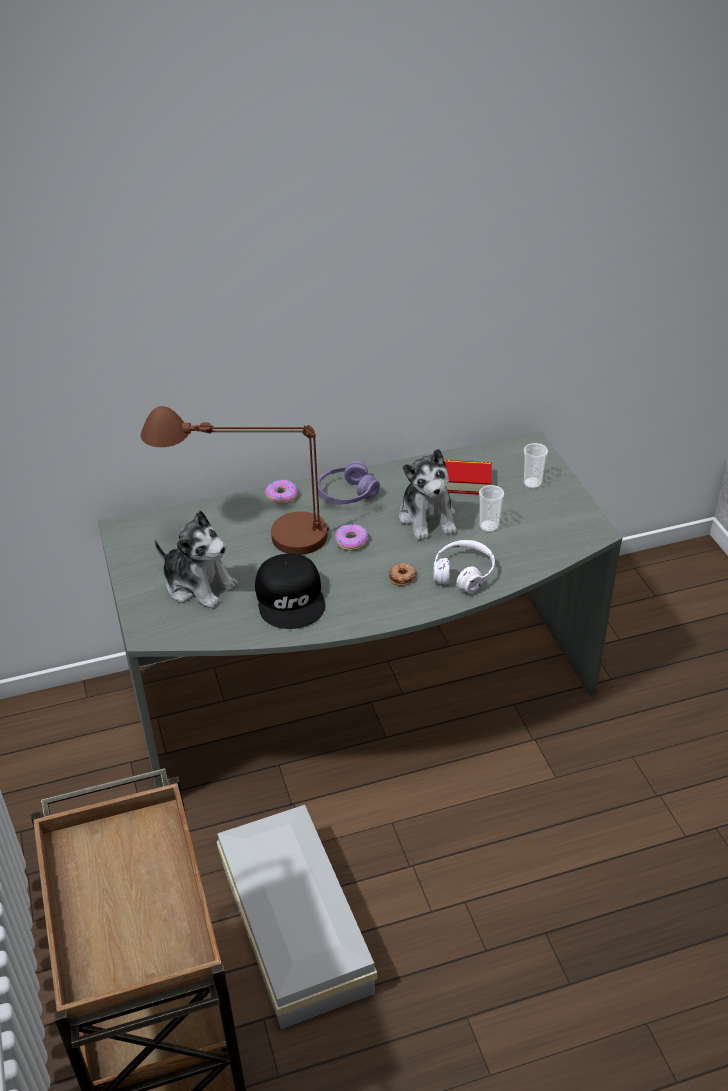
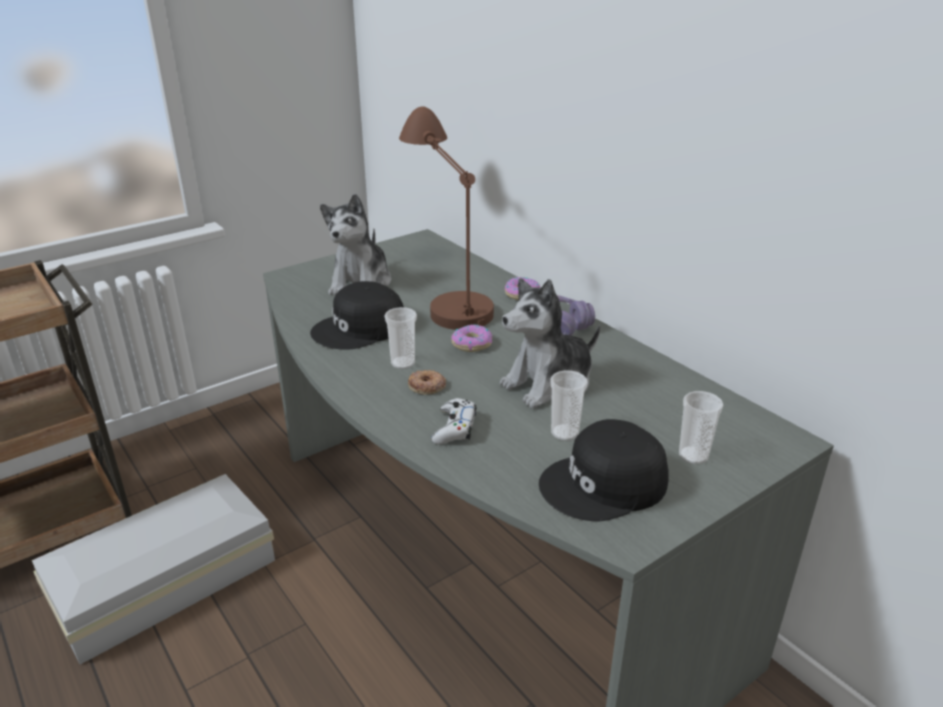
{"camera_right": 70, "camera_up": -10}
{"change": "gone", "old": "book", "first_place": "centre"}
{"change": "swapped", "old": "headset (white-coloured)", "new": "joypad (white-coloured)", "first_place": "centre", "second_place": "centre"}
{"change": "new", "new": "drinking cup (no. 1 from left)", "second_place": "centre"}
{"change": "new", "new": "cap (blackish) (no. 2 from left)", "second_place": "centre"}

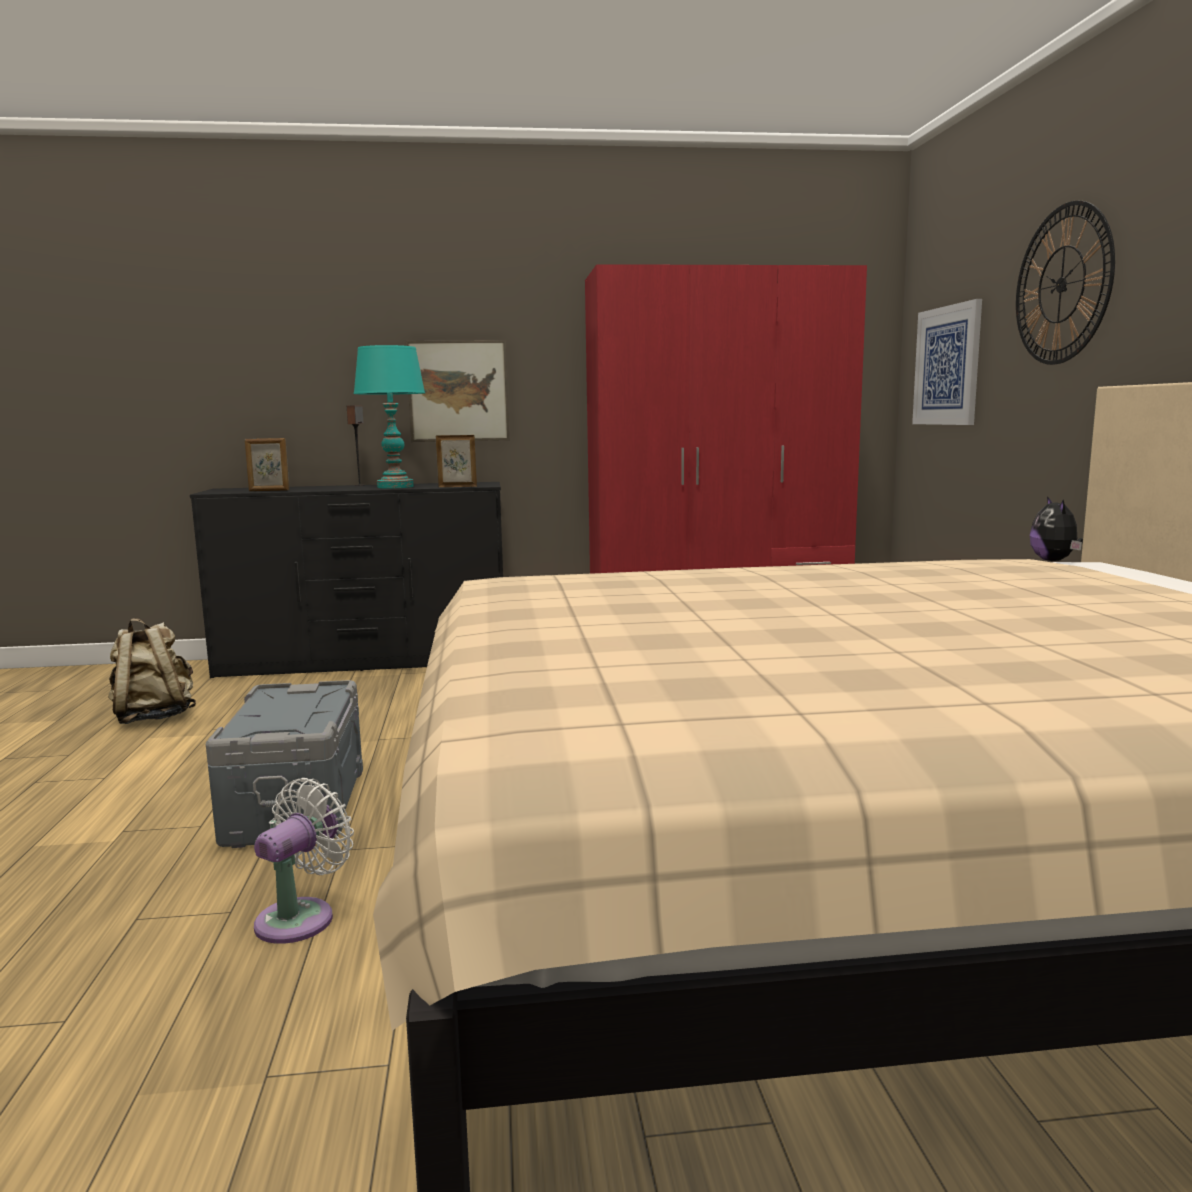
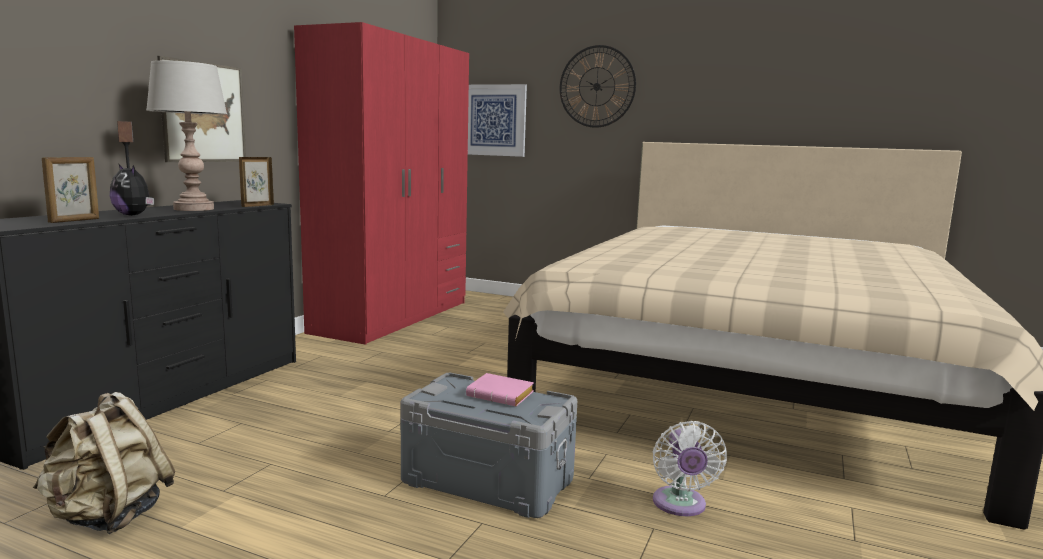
{"camera_right": -60, "camera_up": 0}
{"change": "repainted", "old": "table lamp (turquoise)", "new": "table lamp (gray)", "first_place": "middle left", "second_place": "top left"}
{"change": "shifted", "old": "cuddly toy", "first_place": "middle right", "second_place": "middle left"}
{"change": "rotated", "old": "electric fan (white-coloured)", "first_place": "bottom left", "second_place": "bottom centre", "degrees": -150}
{"change": "new", "new": "book (pink-coloured)", "second_place": "bottom centre"}

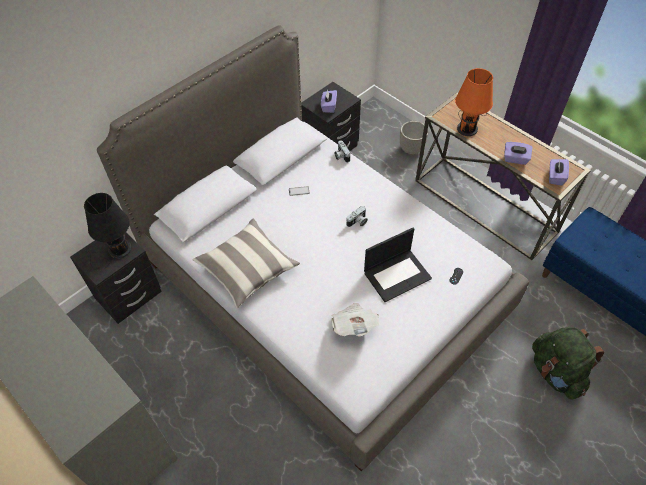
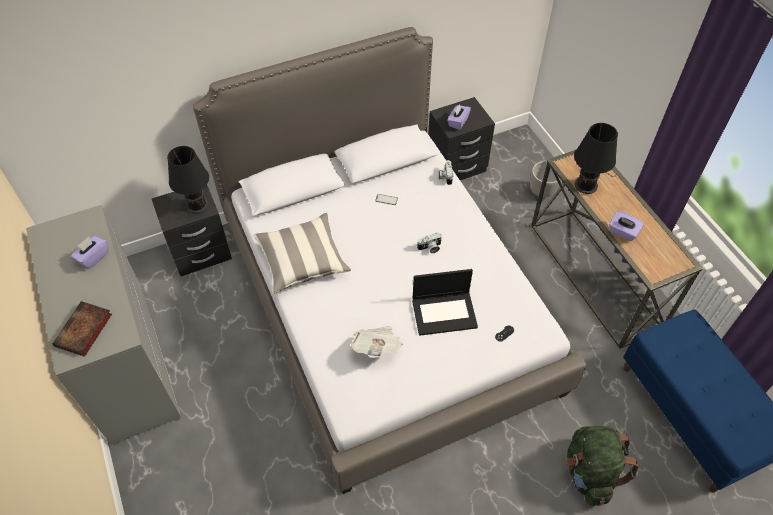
{"camera_right": 20, "camera_up": 0}
{"change": "repainted", "old": "table lamp (orange-coloured)", "new": "table lamp (blackish) (no. 2 from left)", "first_place": "top right", "second_place": "top right"}
{"change": "shifted", "old": "tissue holder (purplish) (no. 3 from left in the first image)", "new": "tissue holder (purplish) (no. 1 from left)", "first_place": "middle right", "second_place": "middle left"}
{"change": "new", "new": "book", "second_place": "middle left"}

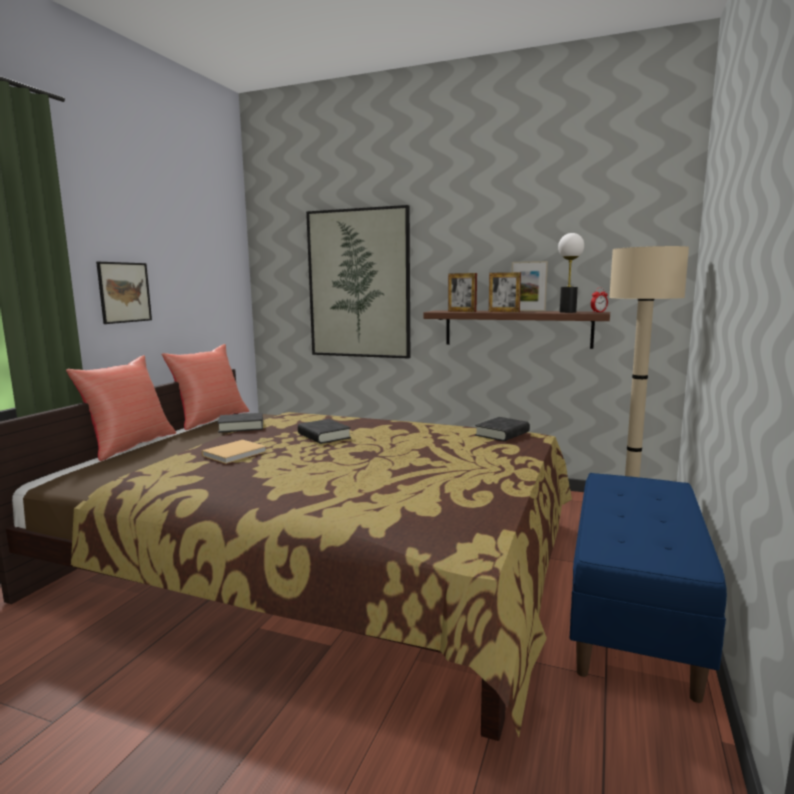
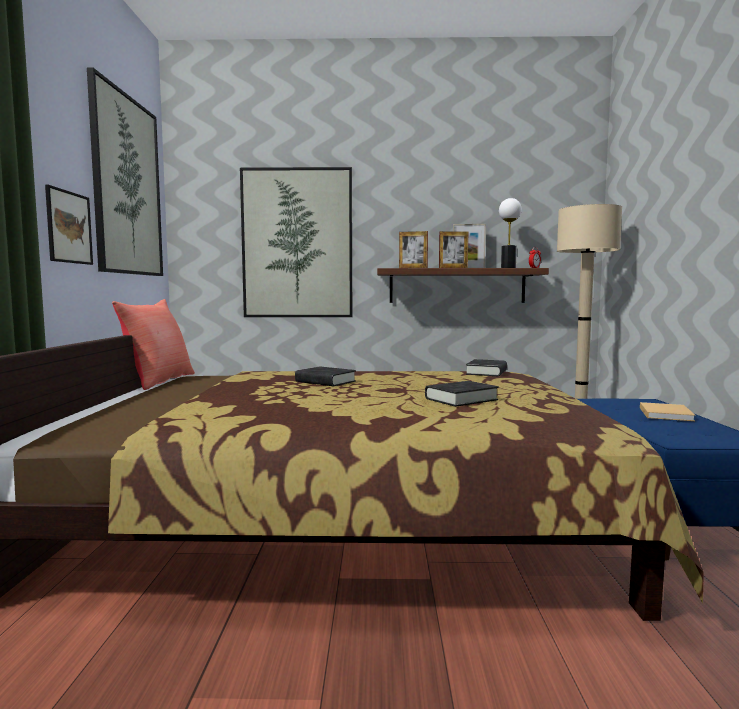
{"camera_right": -20, "camera_up": -5}
{"change": "gone", "old": "throw pillow (red-coloured) (no. 1 from left)", "first_place": "middle left"}
{"change": "shifted", "old": "book (blackish) (no. 1 from left in the first image)", "new": "book (blackish) (no. 2 from left)", "first_place": "middle left", "second_place": "centre"}
{"change": "shifted", "old": "book (beige)", "first_place": "middle left", "second_place": "middle right"}
{"change": "new", "new": "wall art (no. 2 from left)", "second_place": "top left"}

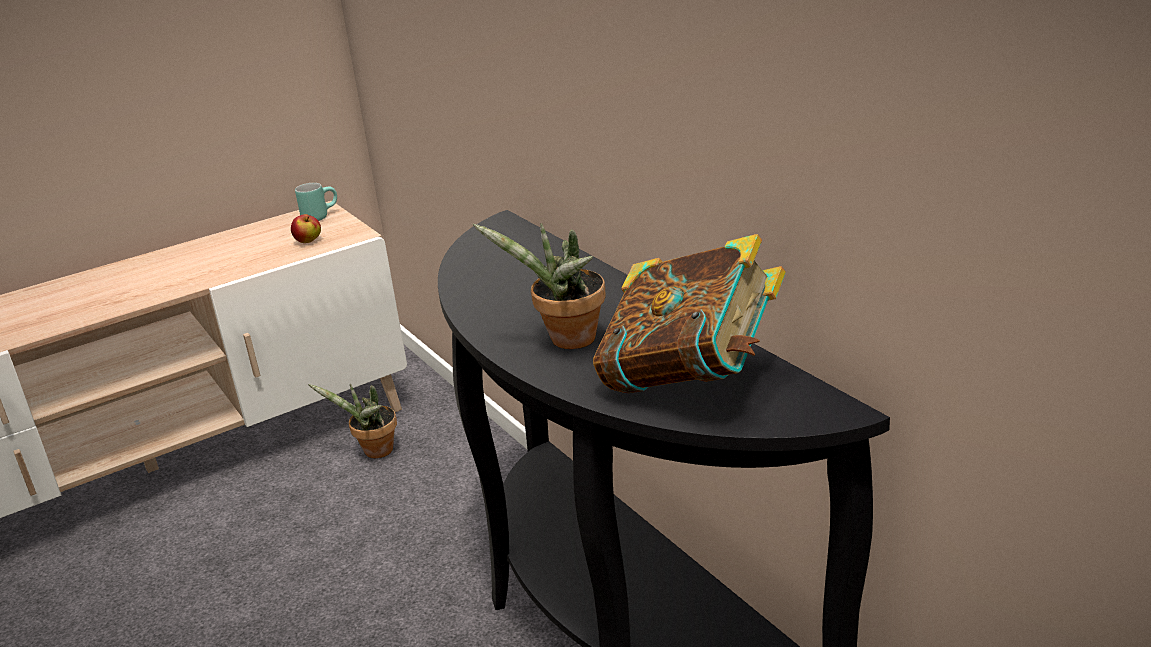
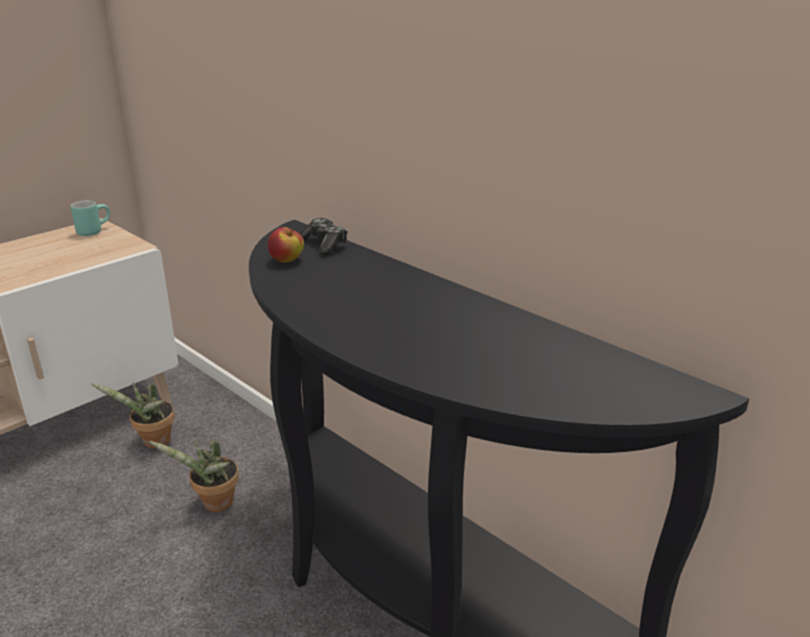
{"camera_right": -15, "camera_up": 0}
{"change": "shifted", "old": "apple", "first_place": "middle left", "second_place": "centre"}
{"change": "shifted", "old": "potted plant (no. 2 from left)", "first_place": "centre", "second_place": "bottom left"}
{"change": "gone", "old": "book", "first_place": "centre"}
{"change": "new", "new": "joypad", "second_place": "centre"}

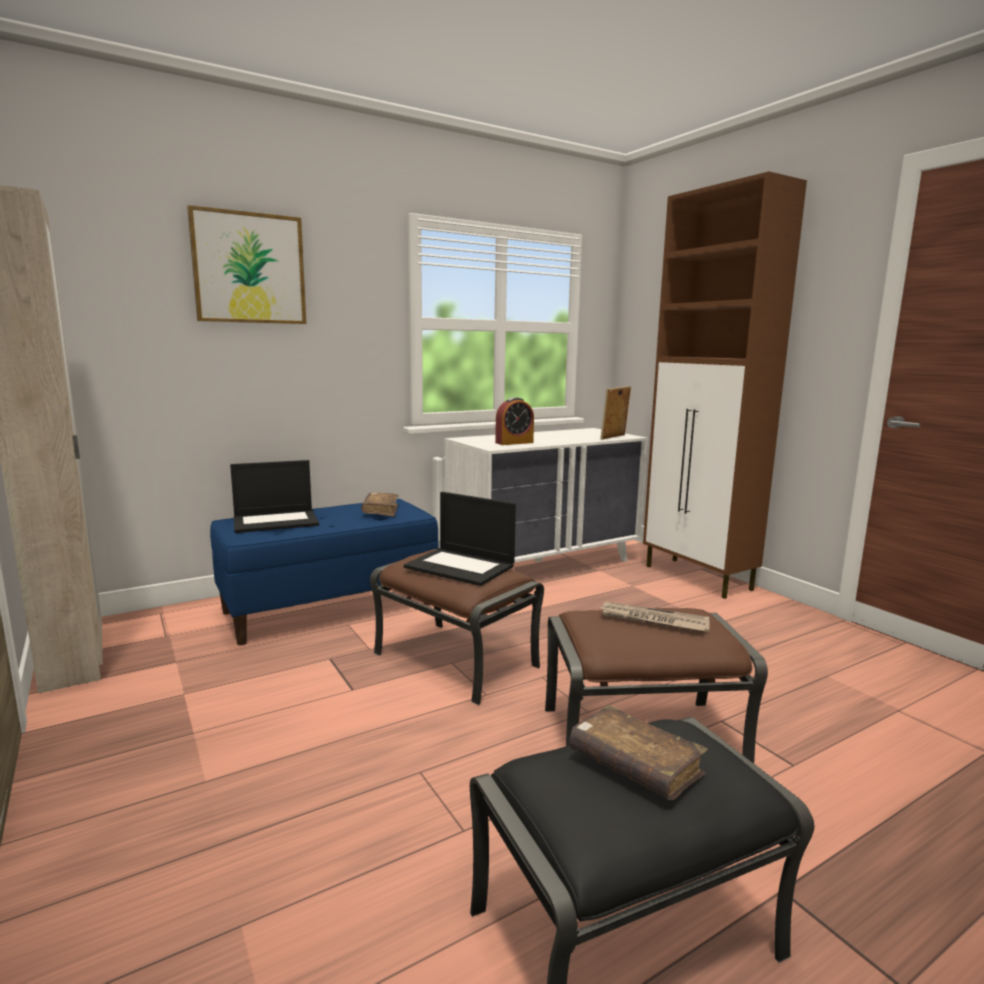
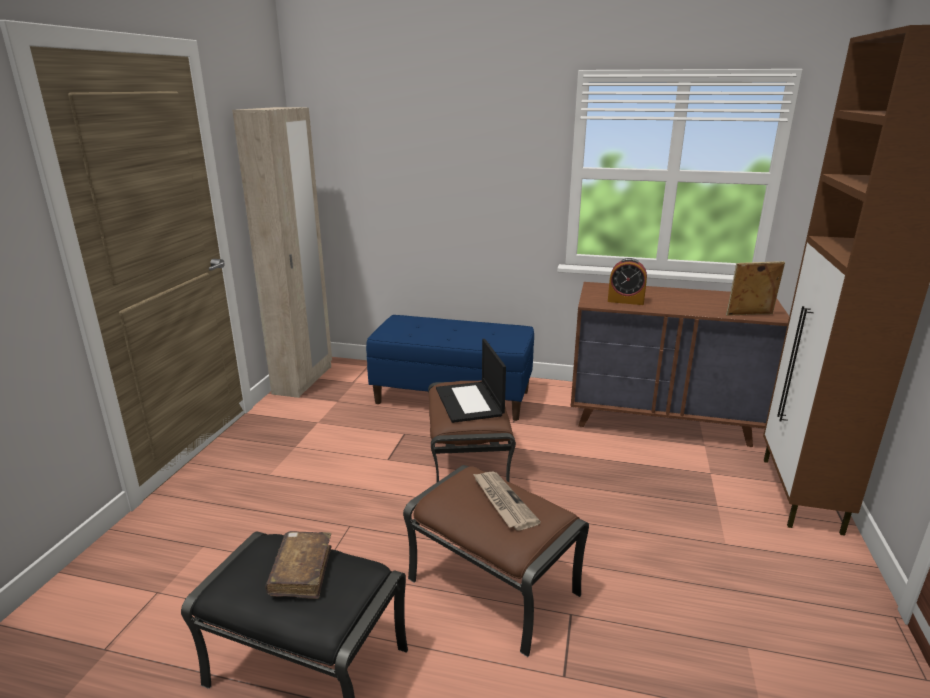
{"camera_right": 45, "camera_up": 10}
{"change": "gone", "old": "wall art", "first_place": "top left"}
{"change": "repainted", "old": "drawer chest (white-coloured)", "new": "drawer chest (brown-coloured)", "first_place": "centre", "second_place": "middle right"}
{"change": "gone", "old": "notebook computer (no. 1 from left)", "first_place": "middle left"}
{"change": "gone", "old": "book (brown-coloured) (no. 1 from left)", "first_place": "centre"}

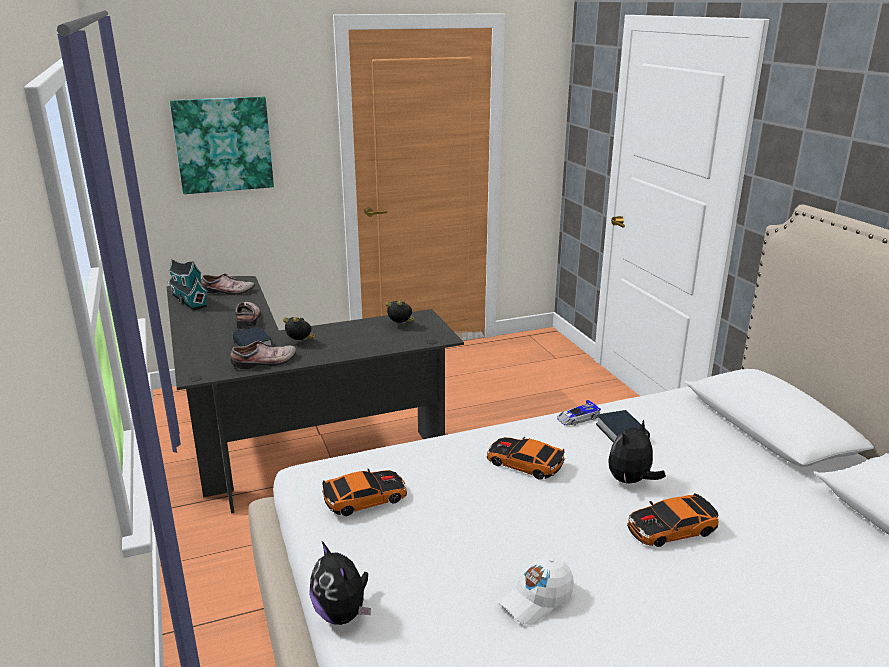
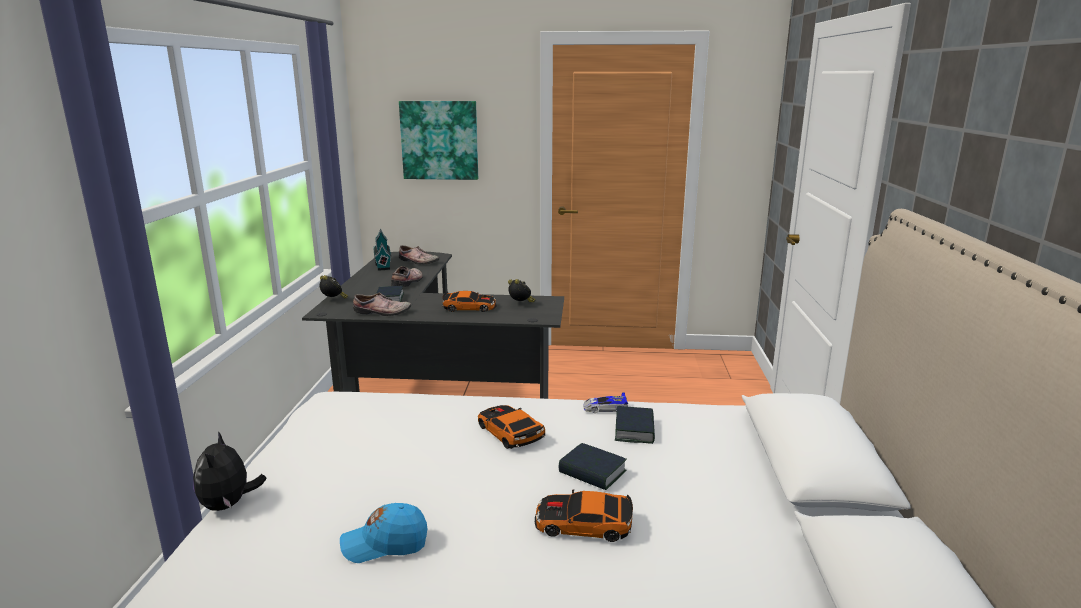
{"camera_right": 25, "camera_up": -5}
{"change": "shifted", "old": "alarm clock (no. 1 from left)", "first_place": "centre", "second_place": "middle left"}
{"change": "swapped", "old": "cuddly toy (no. 2 from left)", "new": "book (no. 2 from left)", "first_place": "bottom right", "second_place": "bottom centre"}
{"change": "shifted", "old": "toy car (no. 1 from left)", "first_place": "bottom centre", "second_place": "centre"}
{"change": "repainted", "old": "cap (white-coloured)", "new": "cap (blue)", "first_place": "bottom centre", "second_place": "bottom centre"}

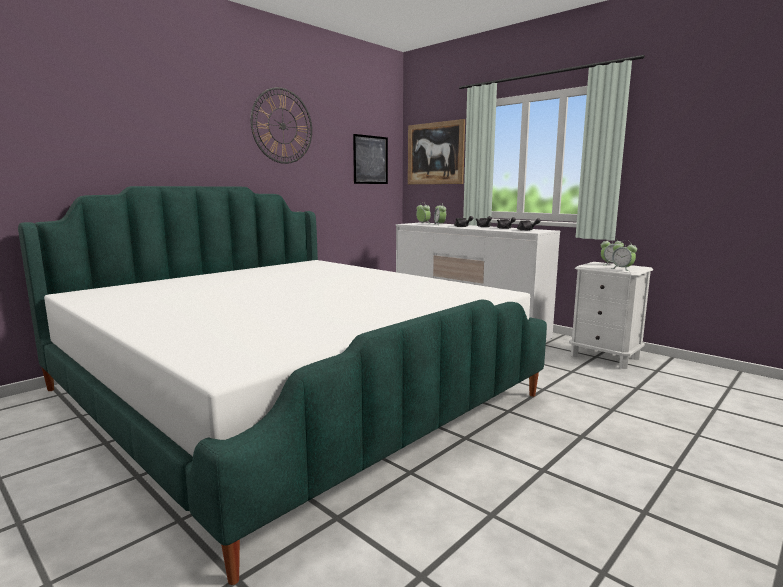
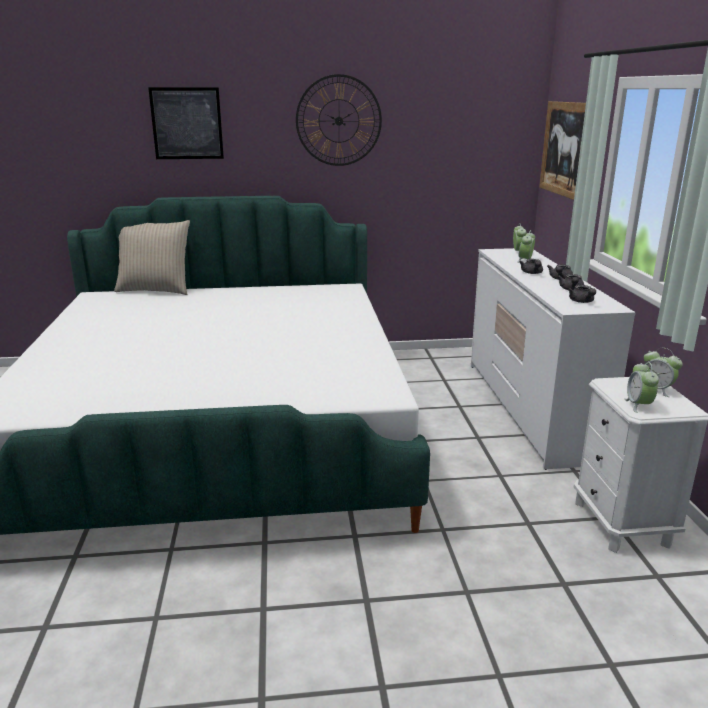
{"camera_right": 40, "camera_up": 10}
{"change": "shifted", "old": "wall art (no. 1 from left)", "first_place": "top centre", "second_place": "top left"}
{"change": "new", "new": "throw pillow (beige)", "second_place": "middle left"}

